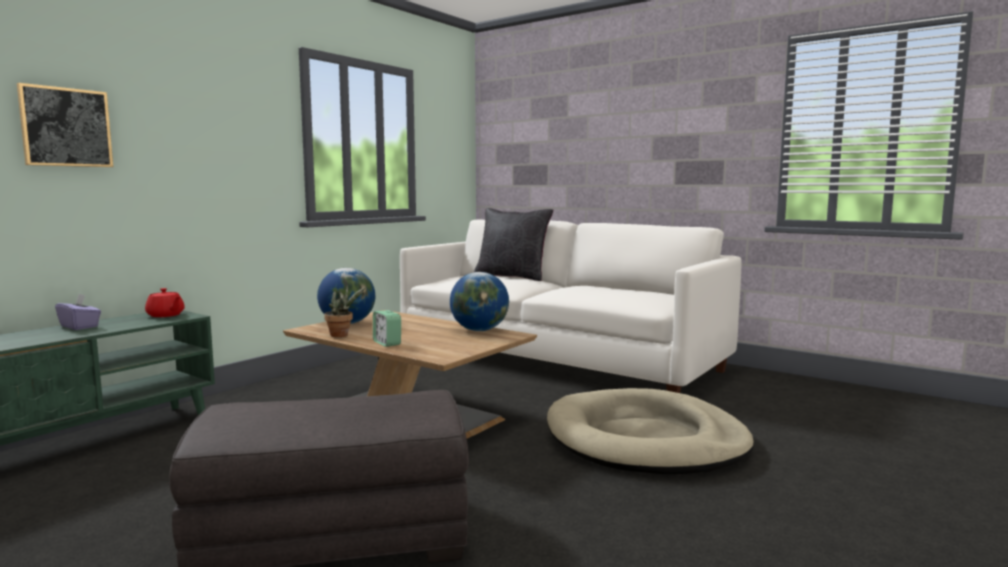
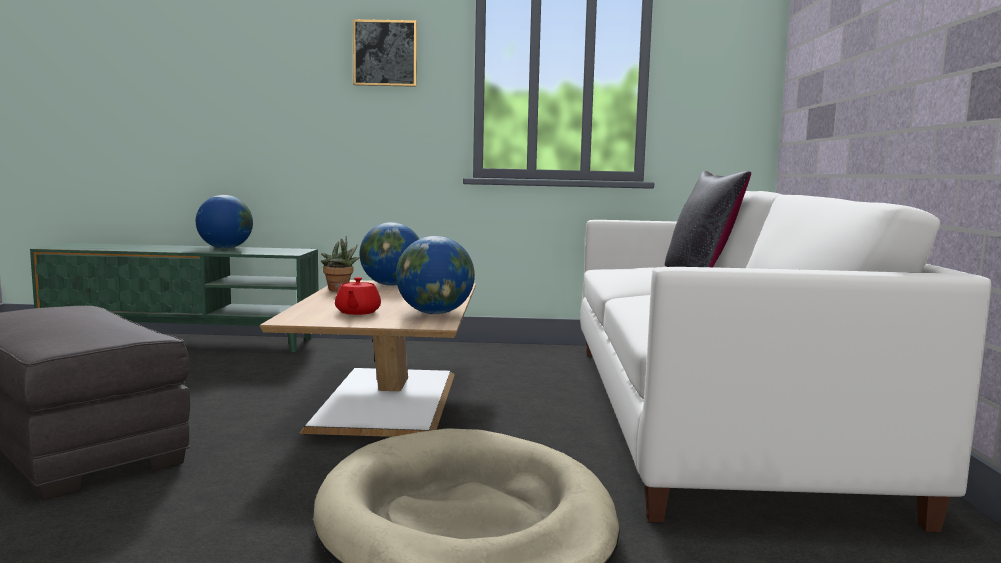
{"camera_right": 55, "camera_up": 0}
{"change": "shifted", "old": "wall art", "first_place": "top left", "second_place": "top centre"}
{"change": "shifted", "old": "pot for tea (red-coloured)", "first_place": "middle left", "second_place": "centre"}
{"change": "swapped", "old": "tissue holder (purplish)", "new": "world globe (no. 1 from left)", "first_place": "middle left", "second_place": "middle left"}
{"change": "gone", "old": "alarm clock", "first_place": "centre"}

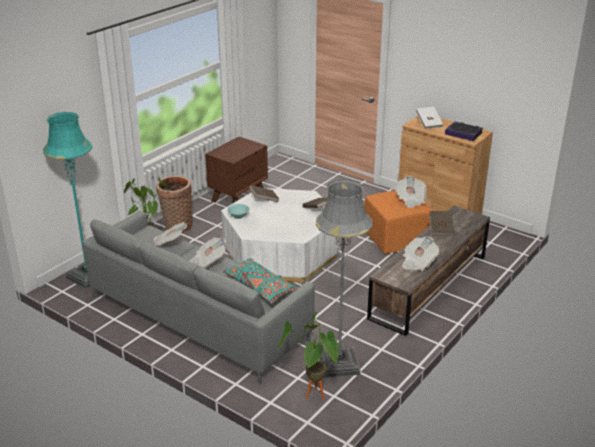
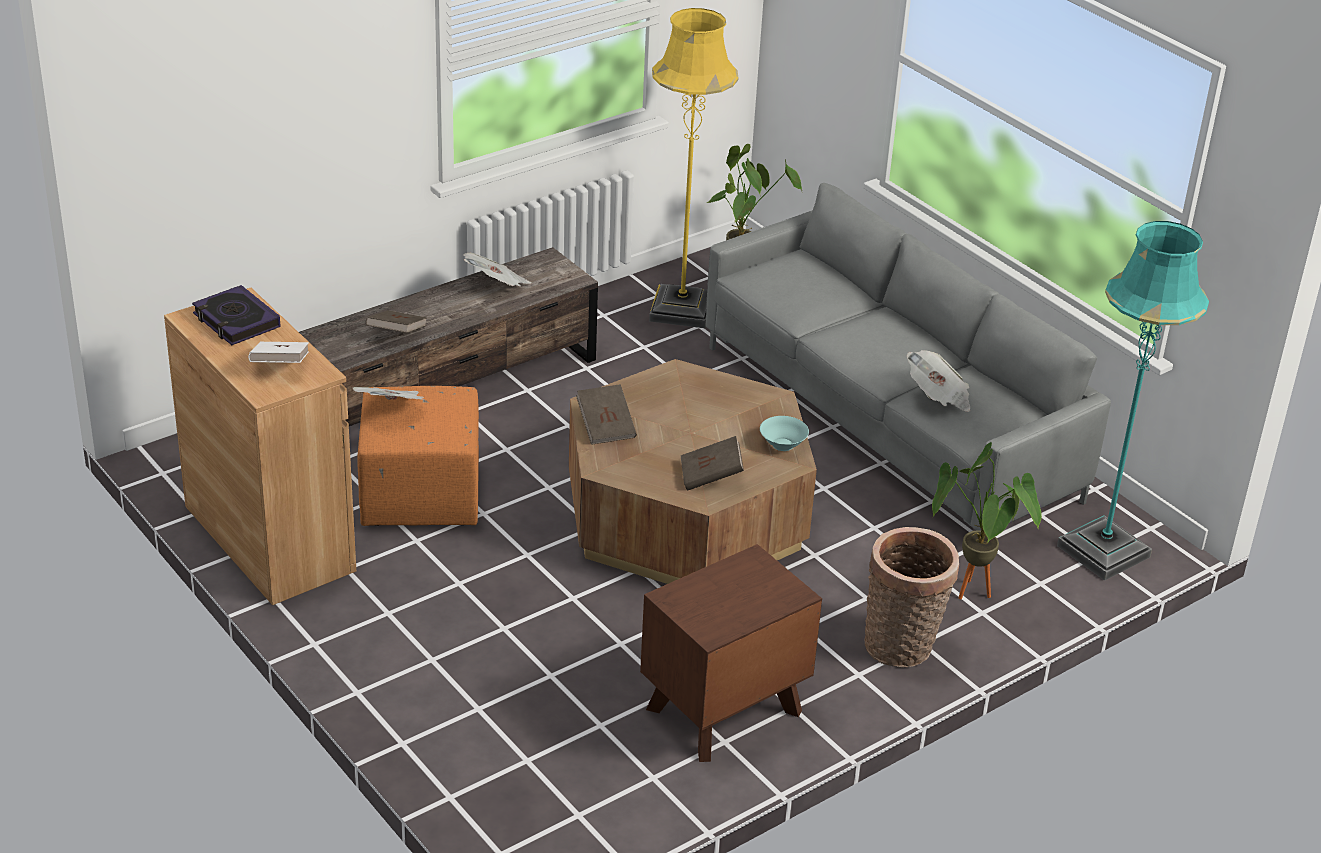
{"camera_right": -165, "camera_up": 5}
{"change": "repainted", "old": "floor lamp (gray)", "new": "floor lamp (yellowish)", "first_place": "centre", "second_place": "top centre"}
{"change": "repainted", "old": "coffee table (white-coloured)", "new": "coffee table (brown-coloured)", "first_place": "centre", "second_place": "centre"}
{"change": "gone", "old": "printed paper (no. 2 from left)", "first_place": "centre"}
{"change": "gone", "old": "throw pillow (turquoise)", "first_place": "centre"}

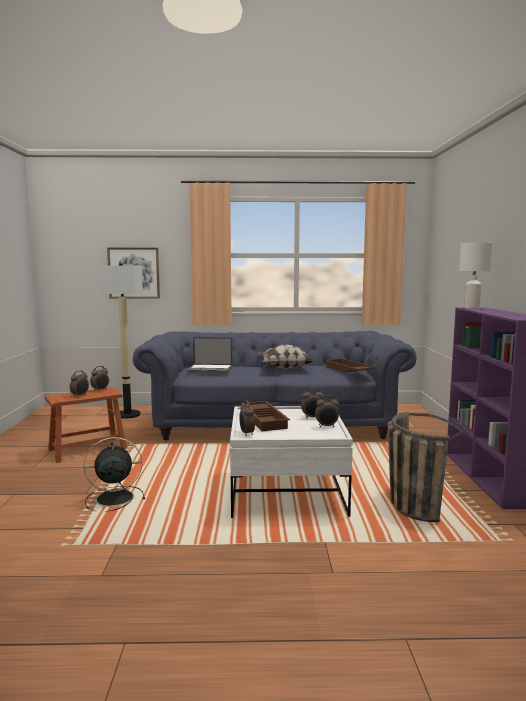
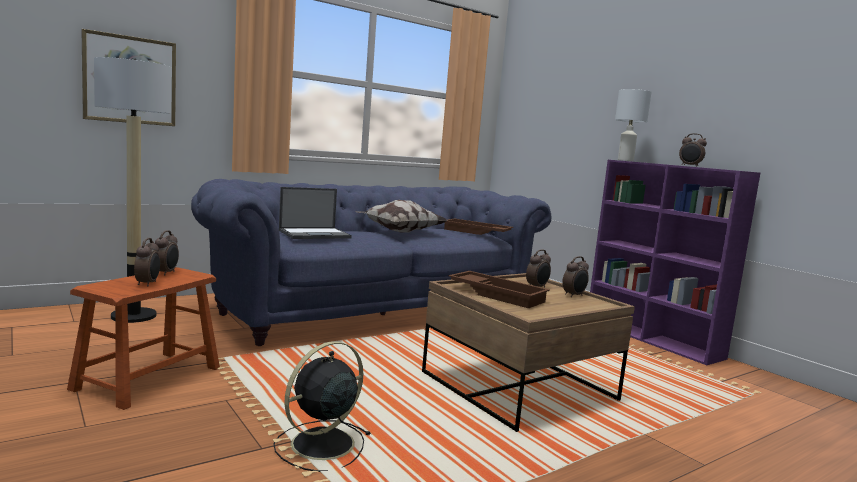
{"camera_right": -35, "camera_up": 0}
{"change": "shifted", "old": "alarm clock (no. 3 from left in the first image)", "new": "alarm clock (no. 5 from left)", "first_place": "centre", "second_place": "top right"}
{"change": "repainted", "old": "coffee table (white-coloured)", "new": "coffee table (brown-coloured)", "first_place": "centre", "second_place": "bottom centre"}
{"change": "gone", "old": "storage basket", "first_place": "middle right"}

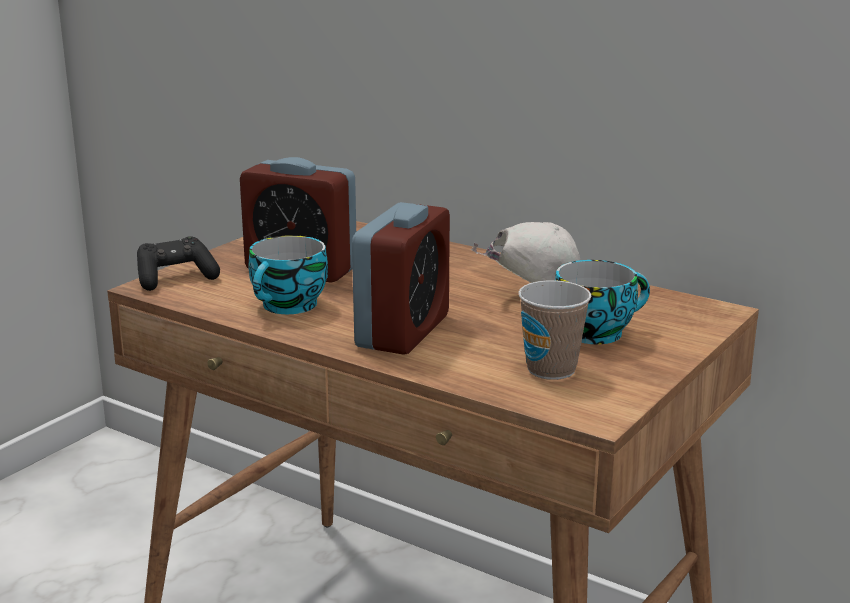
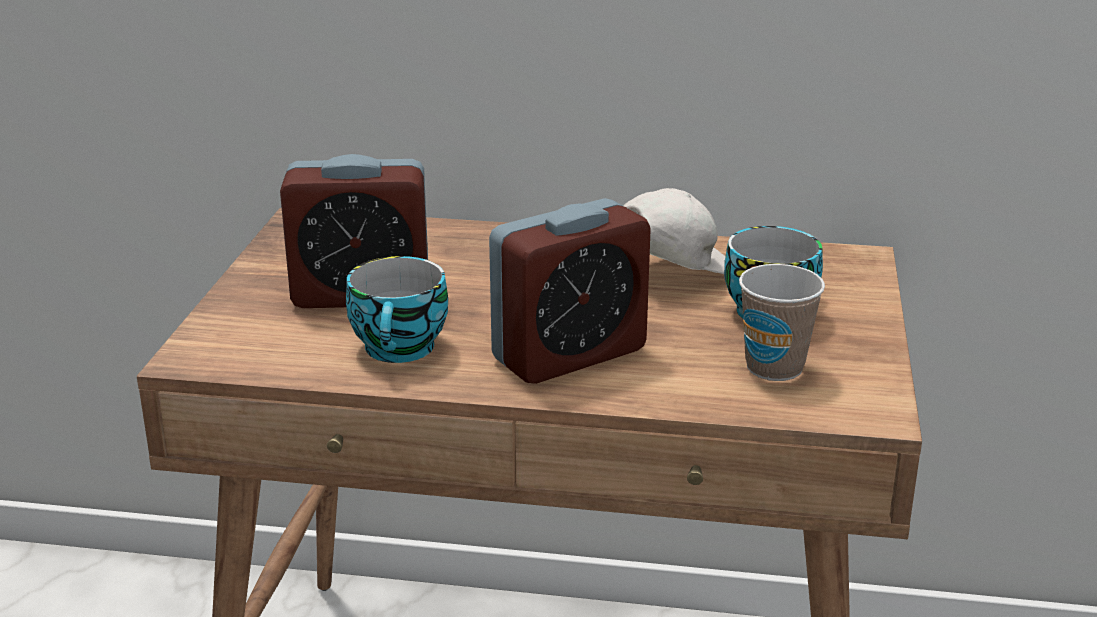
{"camera_right": -25, "camera_up": 5}
{"change": "rotated", "old": "alarm clock (no. 2 from left)", "first_place": "centre", "second_place": "centre", "degrees": 60}
{"change": "gone", "old": "joypad (blackish)", "first_place": "middle left"}

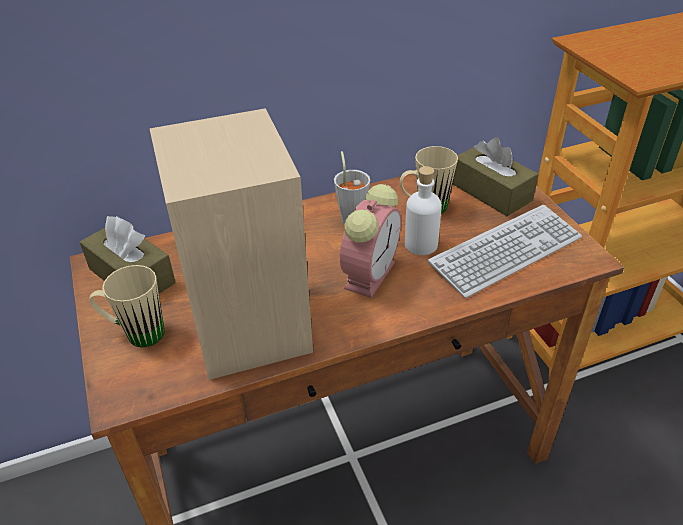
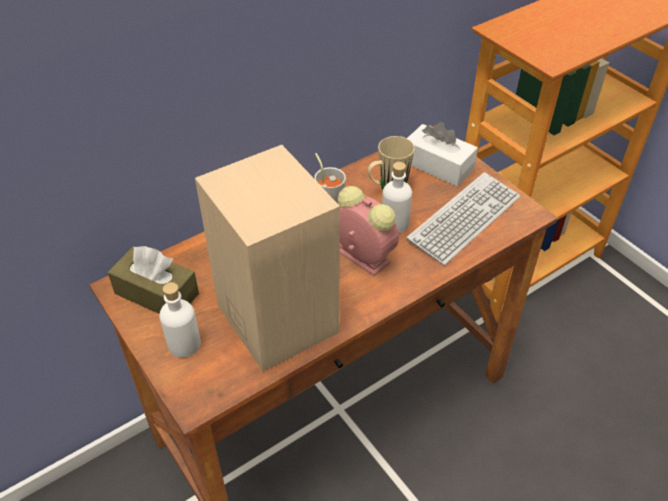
{"camera_right": -15, "camera_up": 5}
{"change": "repainted", "old": "tissue holder (brown-coloured) (no. 2 from left)", "new": "tissue holder (white-coloured)", "first_place": "middle right", "second_place": "top centre"}
{"change": "rotated", "old": "alarm clock", "first_place": "centre", "second_place": "centre", "degrees": -60}
{"change": "swapped", "old": "coffee mug (beige) (no. 1 from left)", "new": "drink bottle (white-coloured) (no. 1 from left)", "first_place": "middle left", "second_place": "middle left"}

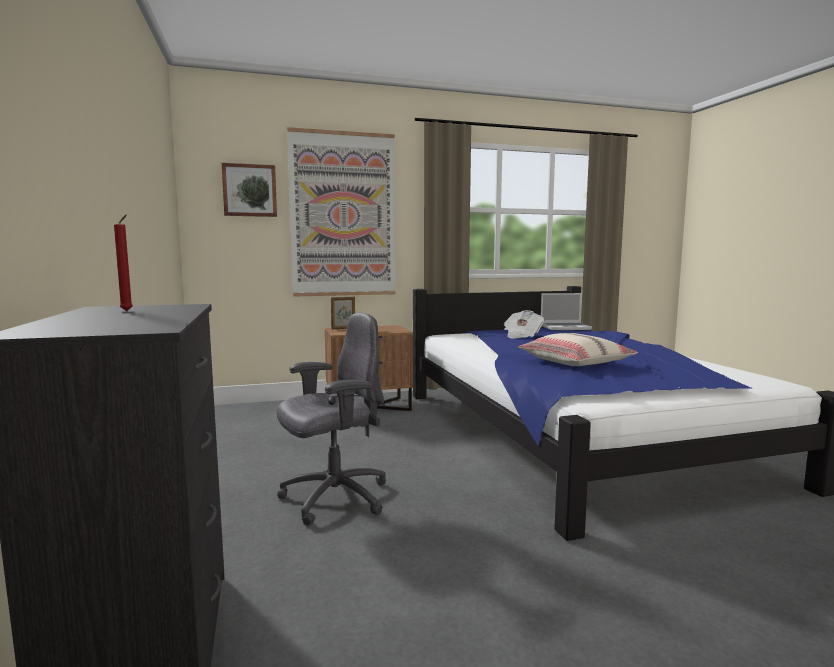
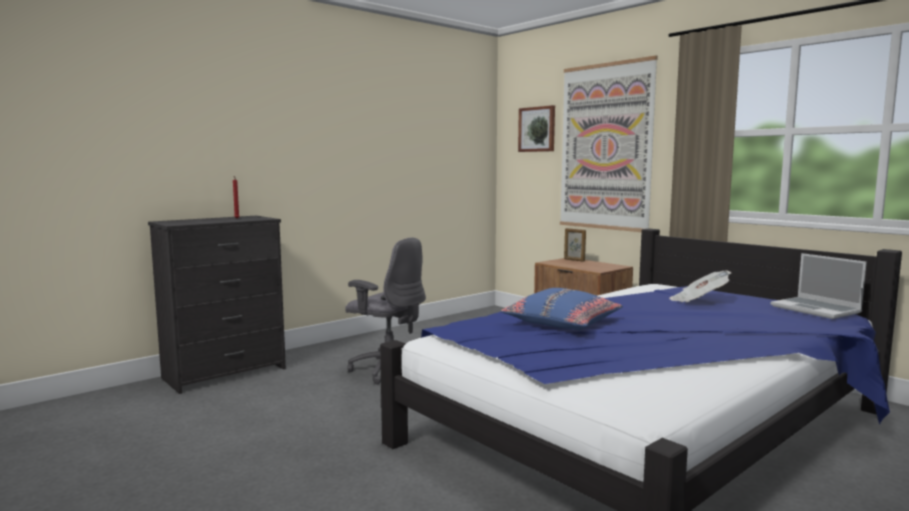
{"camera_right": 65, "camera_up": 0}
{"change": "repainted", "old": "throw pillow (beige)", "new": "throw pillow (blue)", "first_place": "middle right", "second_place": "centre"}

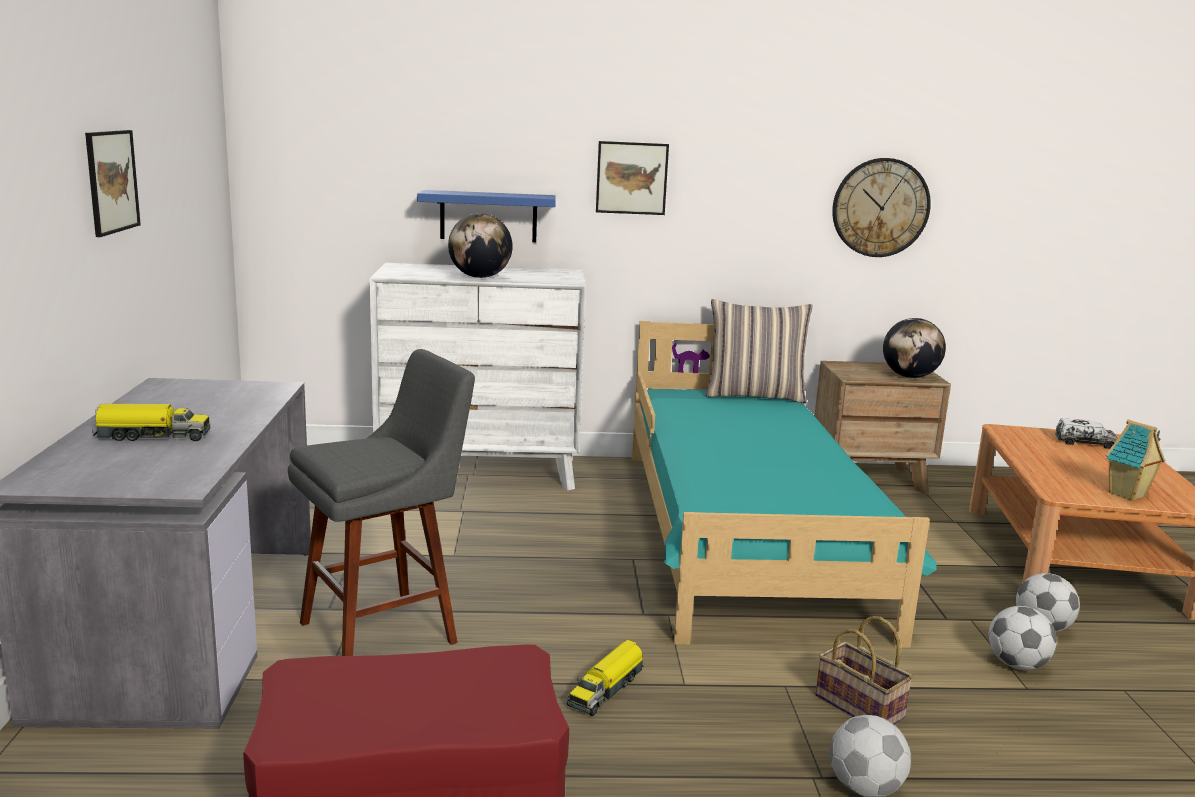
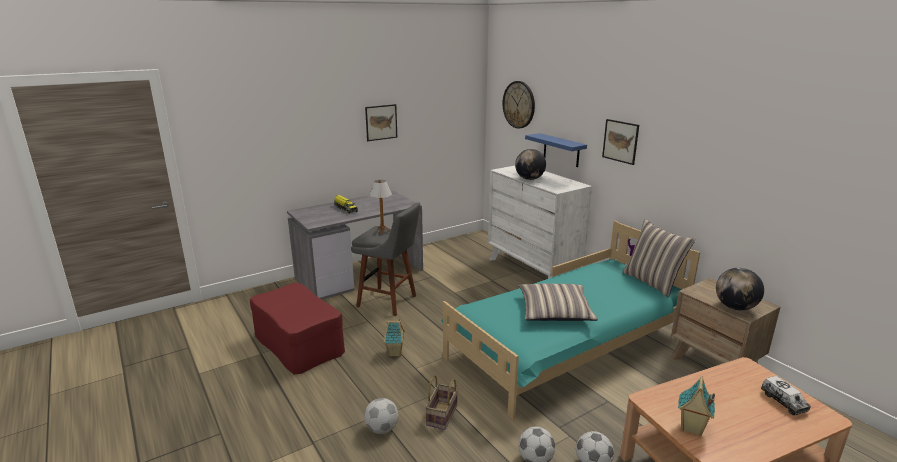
{"camera_right": 60, "camera_up": 5}
{"change": "shifted", "old": "clock on the wall", "first_place": "top right", "second_place": "top centre"}
{"change": "swapped", "old": "toy lorry (no. 2 from left)", "new": "model house (no. 1 from left)", "first_place": "bottom centre", "second_place": "bottom centre"}
{"change": "new", "new": "table lamp", "second_place": "centre"}
{"change": "new", "new": "throw pillow (no. 1 from left)", "second_place": "centre"}

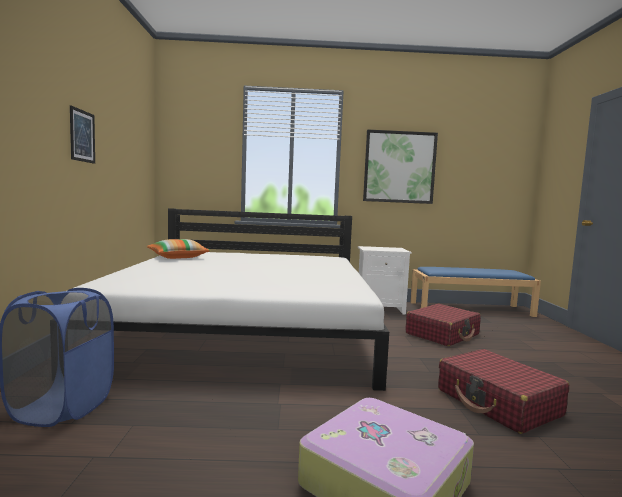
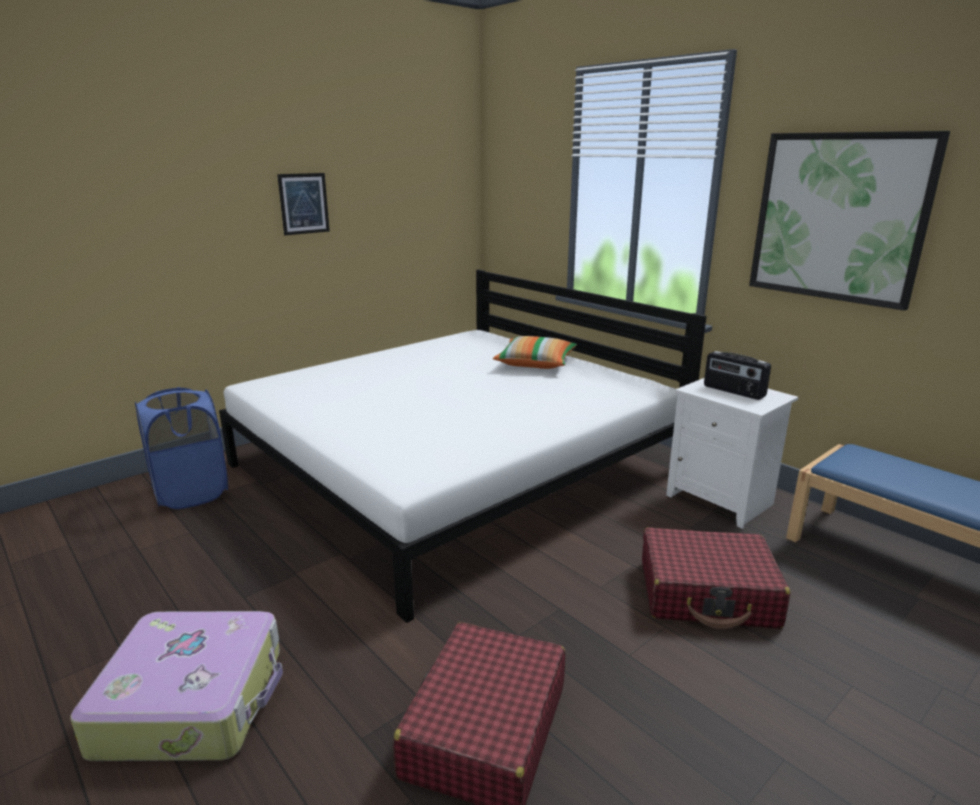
{"camera_right": 50, "camera_up": 15}
{"change": "shifted", "old": "throw pillow", "first_place": "middle left", "second_place": "centre"}
{"change": "new", "new": "radio set", "second_place": "middle right"}

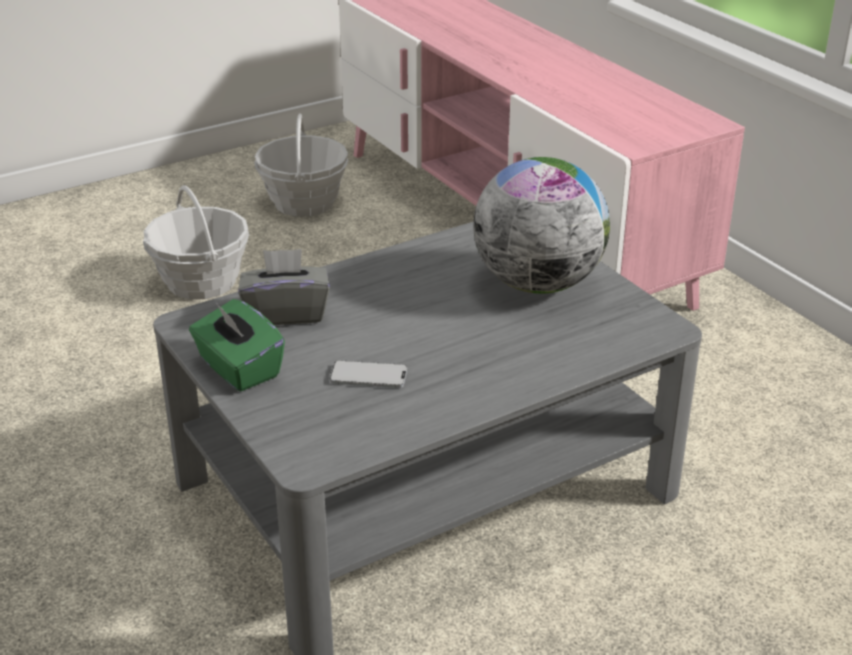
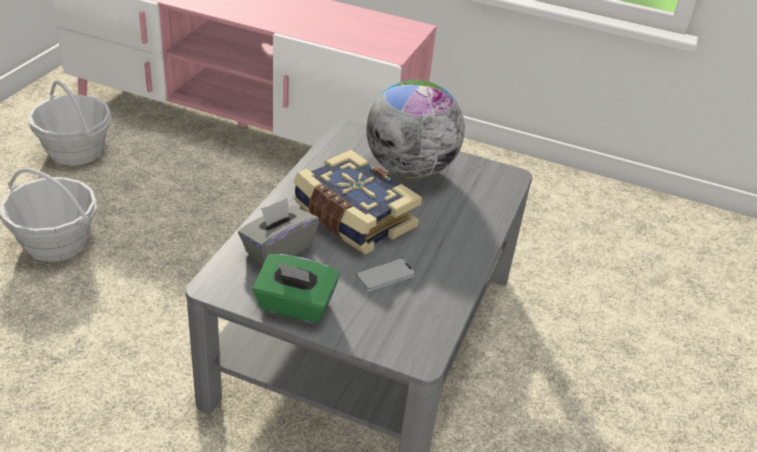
{"camera_right": -40, "camera_up": 5}
{"change": "new", "new": "book", "second_place": "centre"}

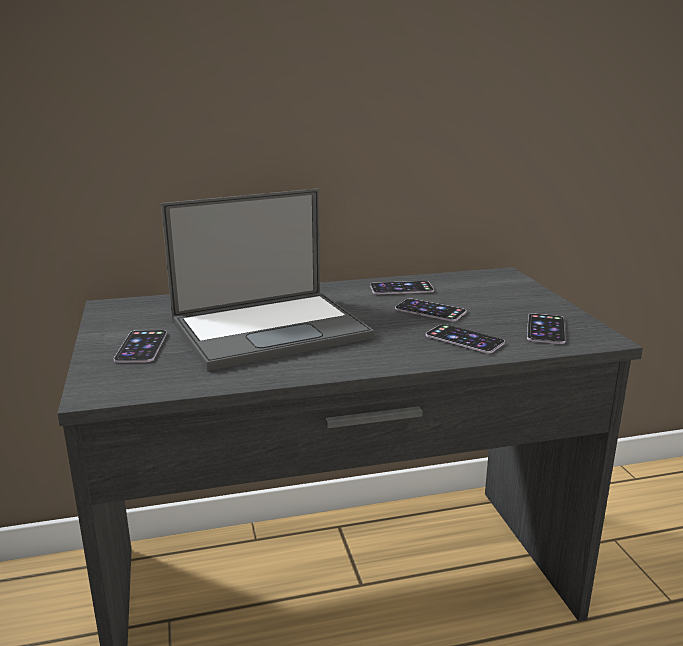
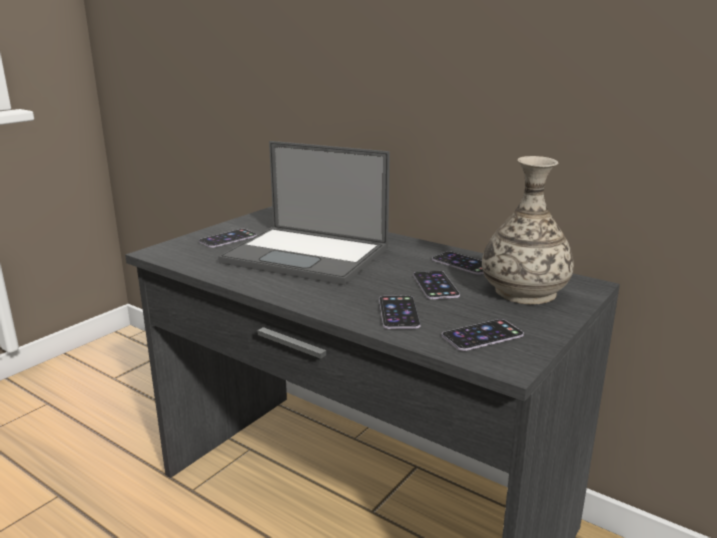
{"camera_right": 50, "camera_up": 0}
{"change": "new", "new": "flower vase", "second_place": "middle right"}

